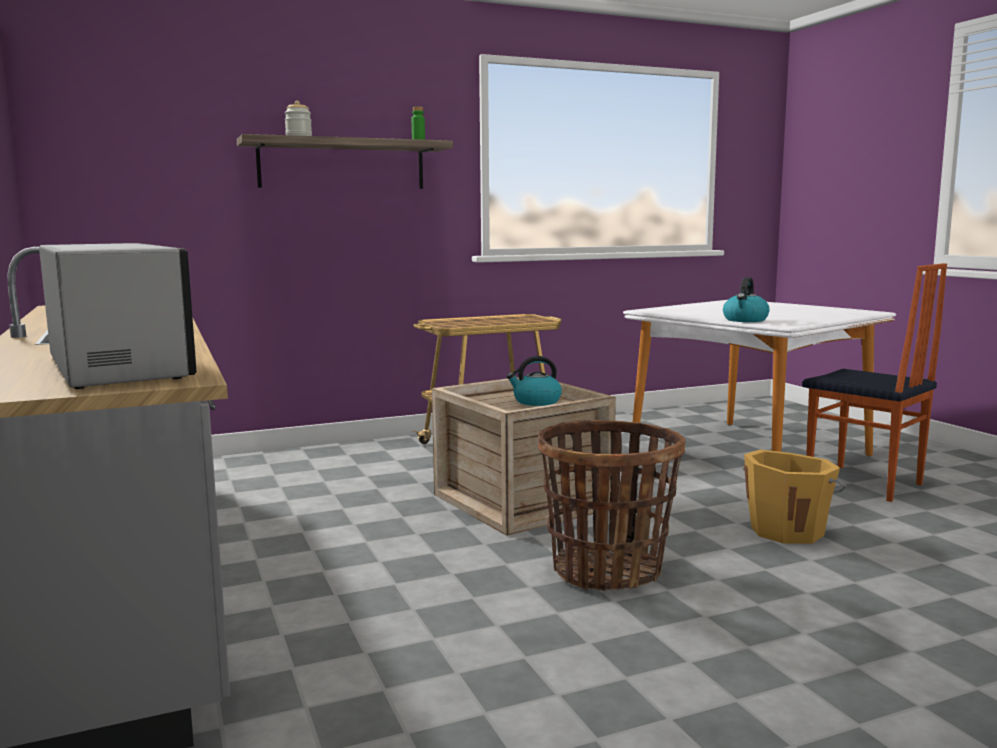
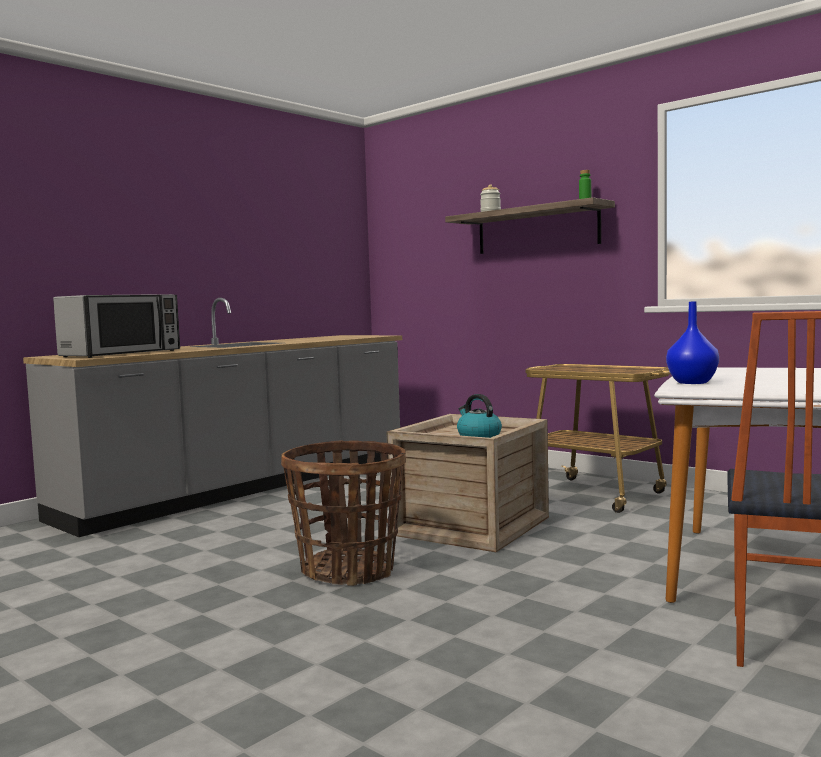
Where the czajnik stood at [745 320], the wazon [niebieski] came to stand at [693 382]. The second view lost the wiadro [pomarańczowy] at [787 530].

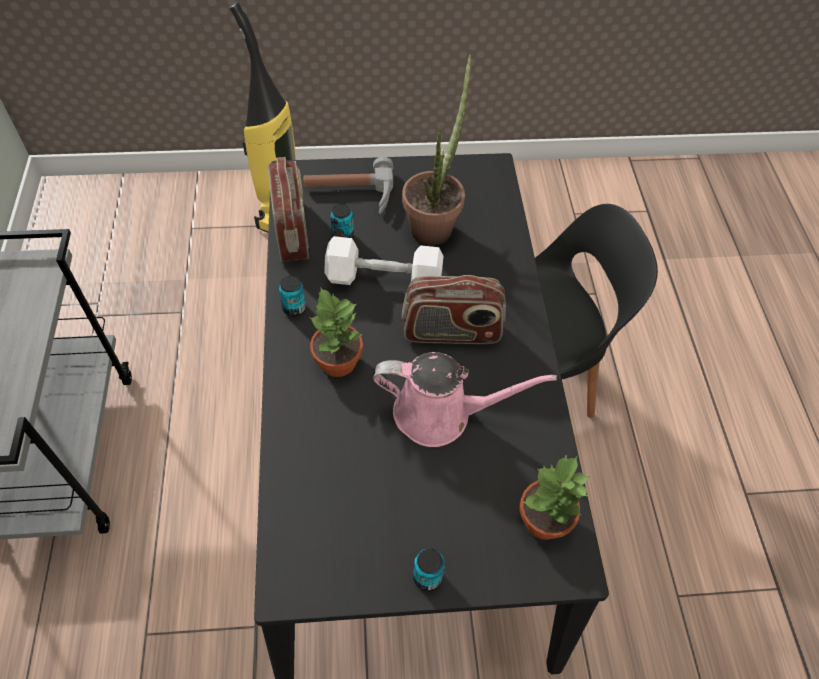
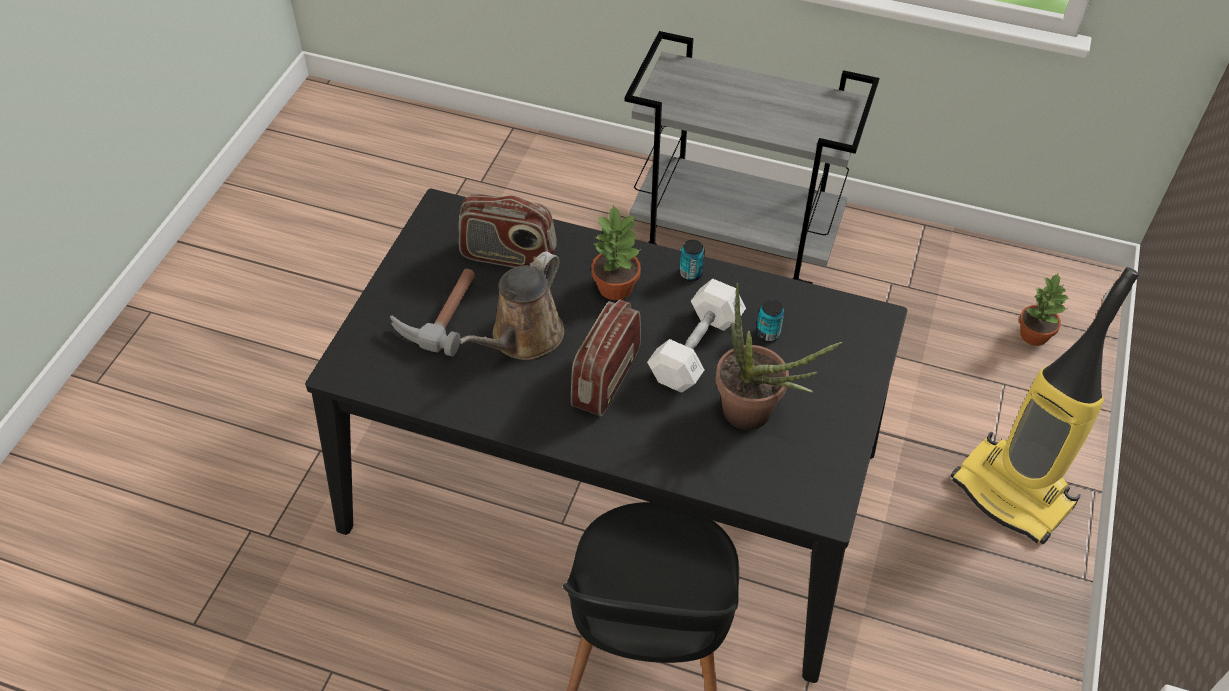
The młotek ended up elsewhere, having gone from [350 195] to [439 314]. The radio ended up elsewhere, having gone from [292 231] to [508 256]. What was the konewka [różowy] at [440 414] turned into the konewka [brązowy] at [523 338]. The roślina doniczkowa ended up elsewhere, having gone from [542 520] to [1033 334]. The second view lost the puszka at [427 576].

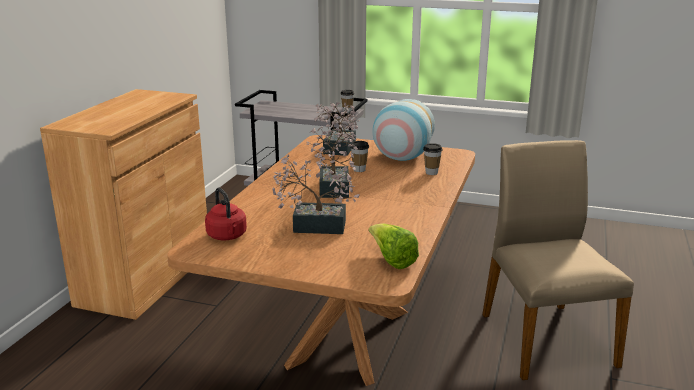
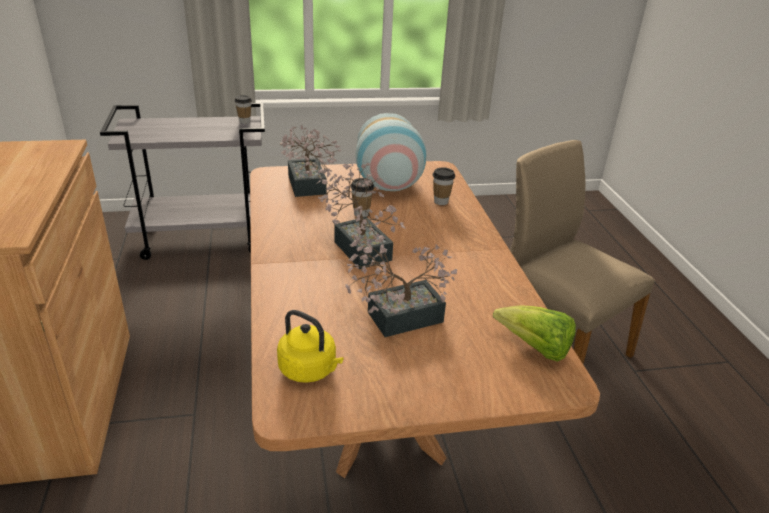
What was the czajnik [czerwony] at [227 236] turned into the czajnik [żółty] at [310 370].

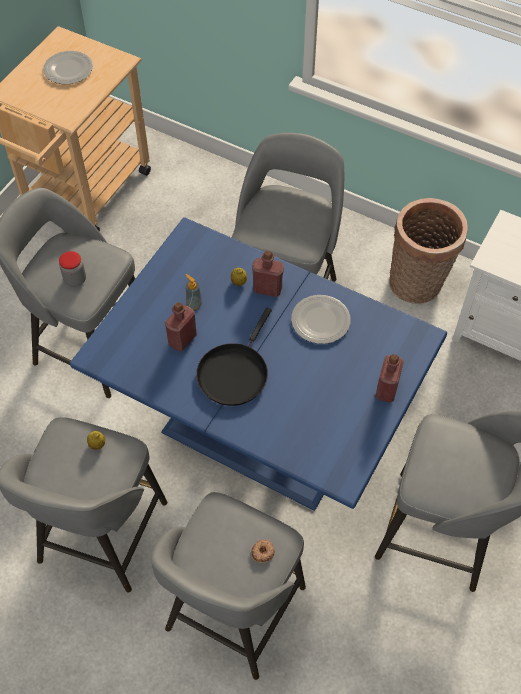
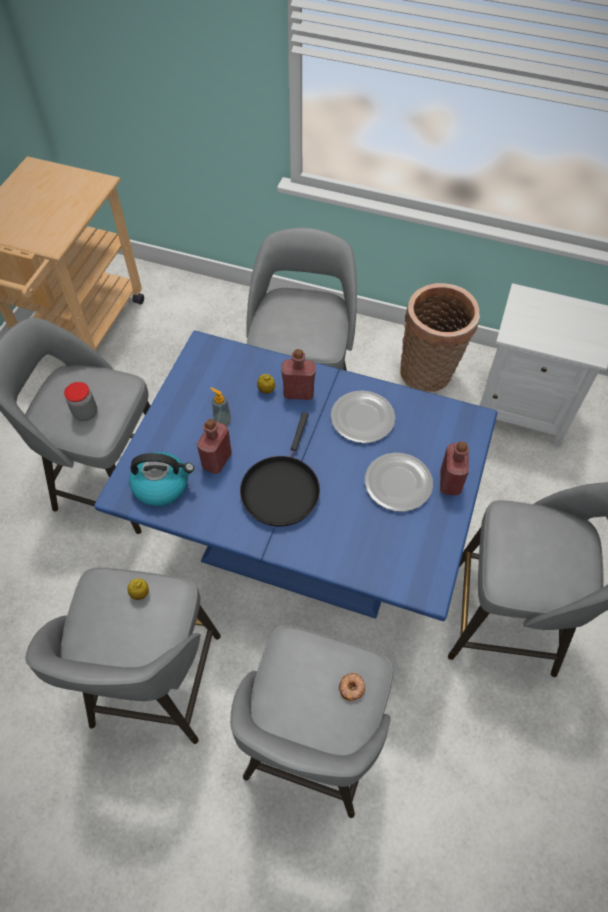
The second view gained the czajnik at [162 485]. The talerz ended up elsewhere, having gone from [68 70] to [398 484].

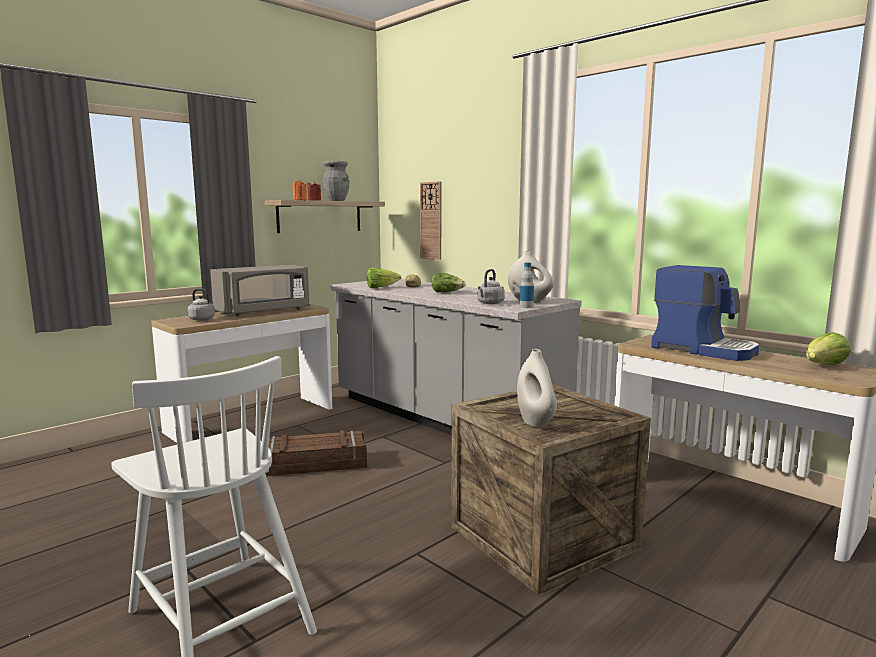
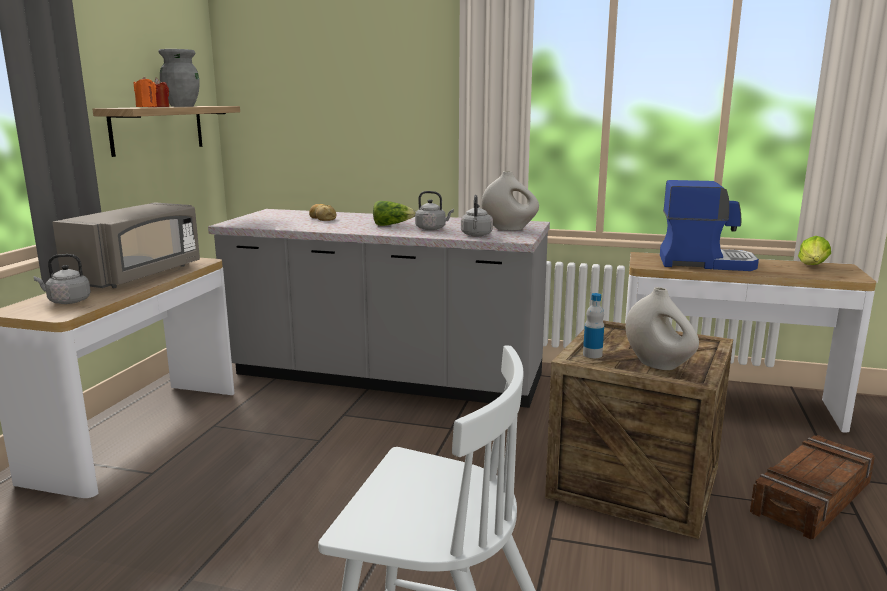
The second view gained the czajnik [szary] at [432 229]. The butelka ended up elsewhere, having gone from [526 307] to [592 354]. The skrzynka ended up elsewhere, having gone from [314 464] to [810 497]. The second view lost the sałata at [381 288]. The second view lost the zegar ścienny at [431 221].

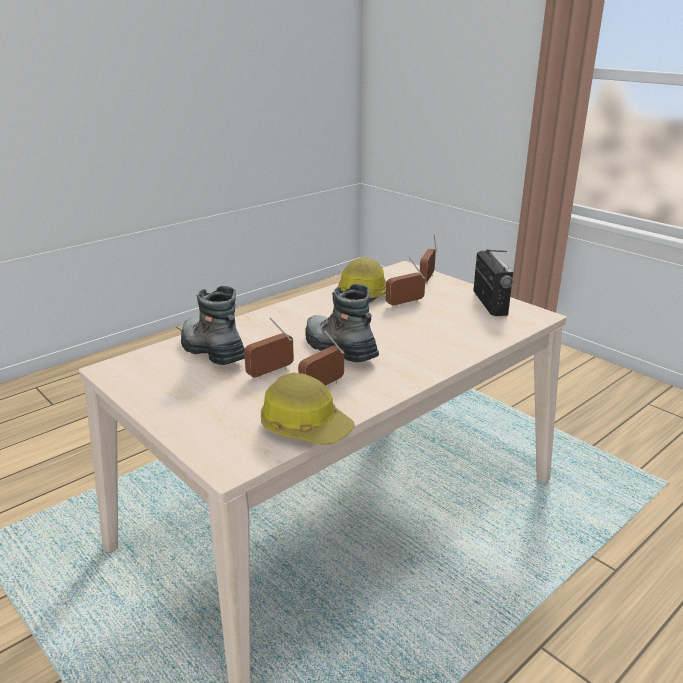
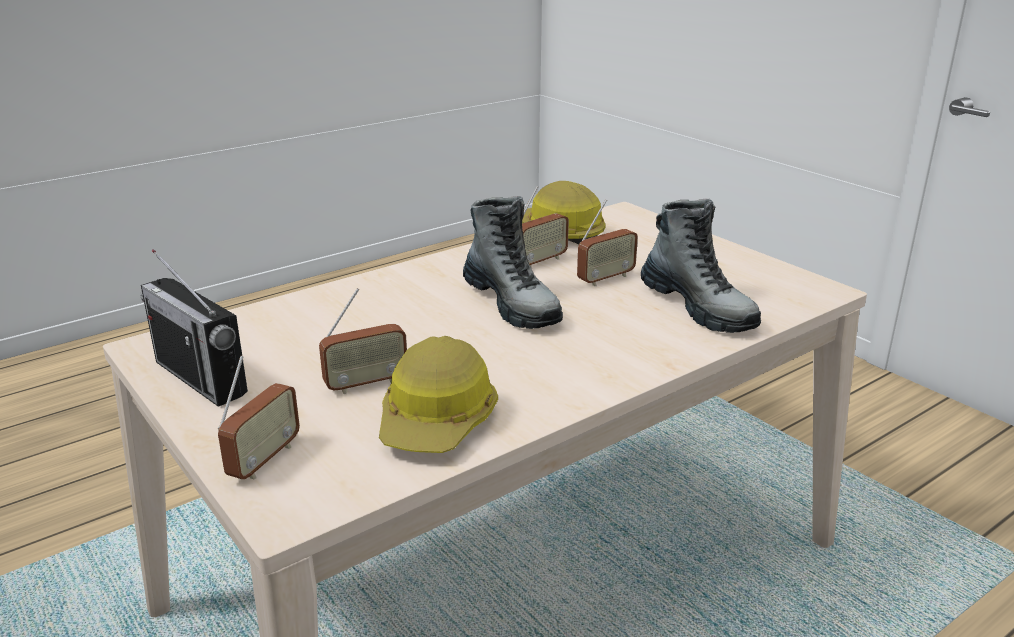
The radio at [490 303] ended up facing another way, 45 degrees counterclockwise from before.

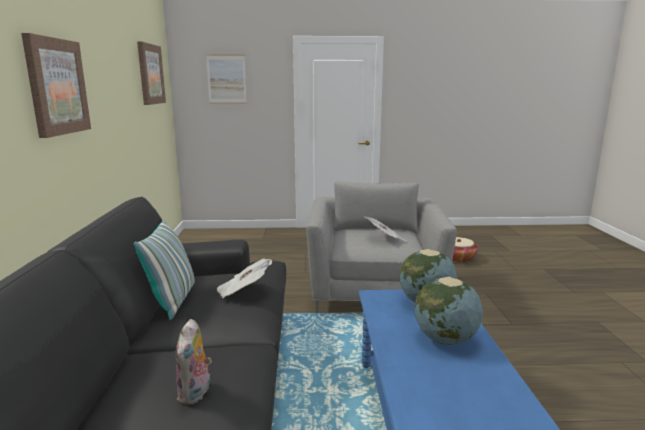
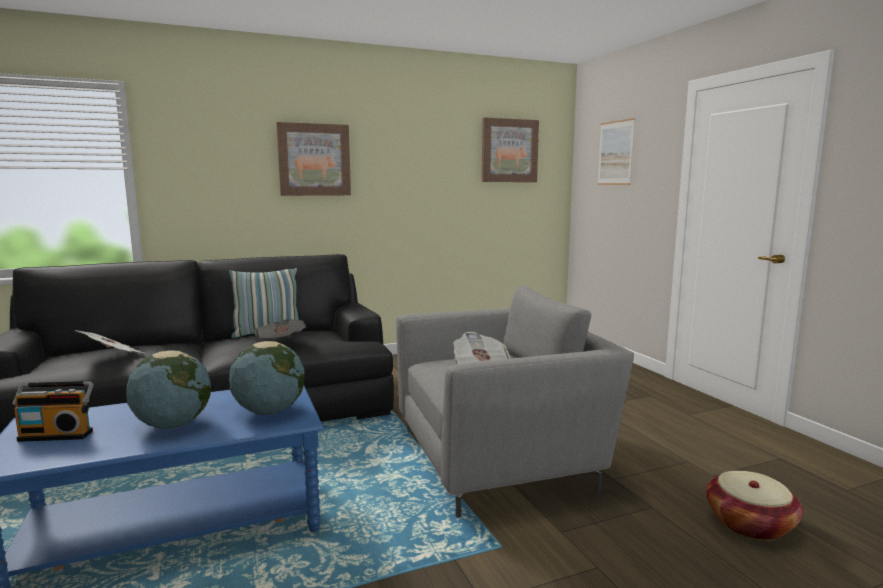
The second view gained the radio at [58 435]. Where the pluszak stood at [196 393], the gazeta came to stand at [113 357].

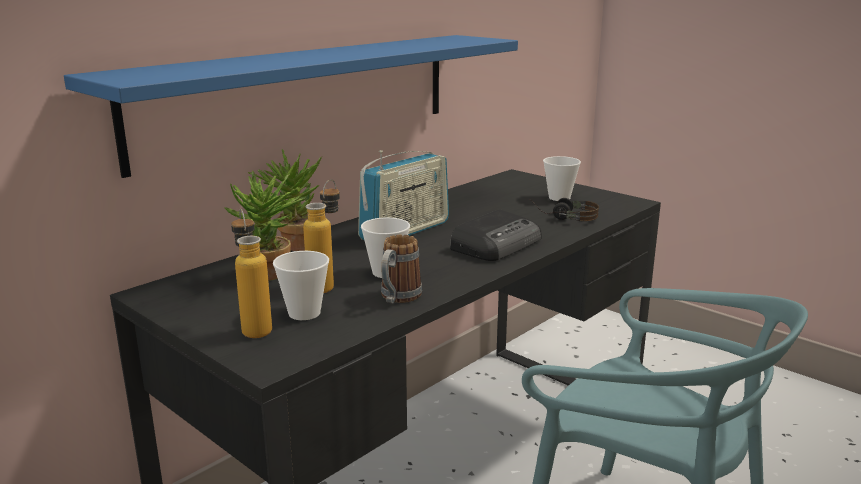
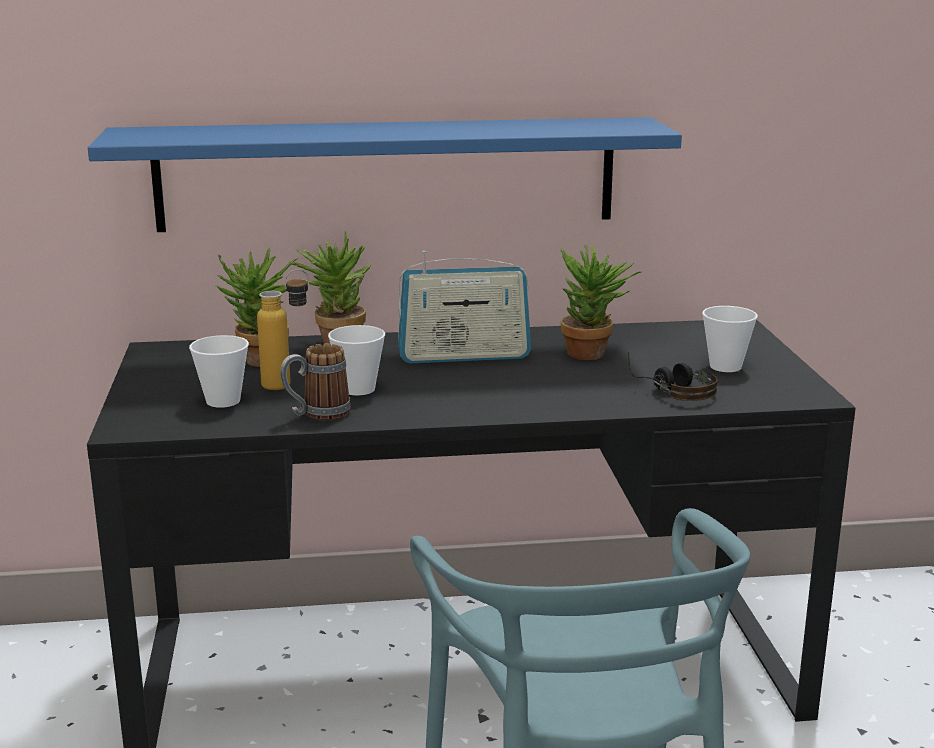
The second view gained the roślina doniczkowa at [593 355]. The second view lost the butelka at [254 327]. The second view lost the radio at [497 244].

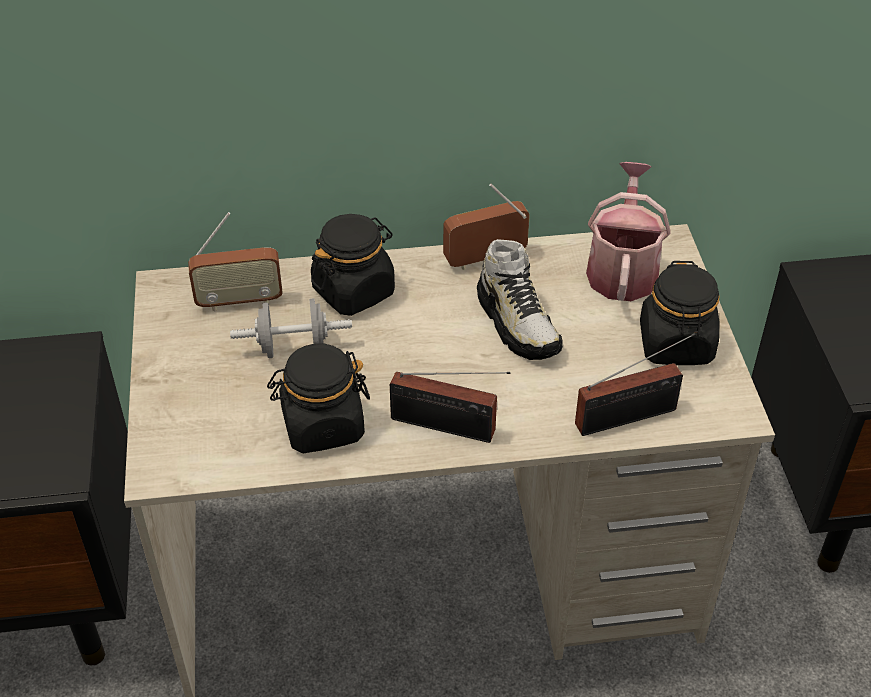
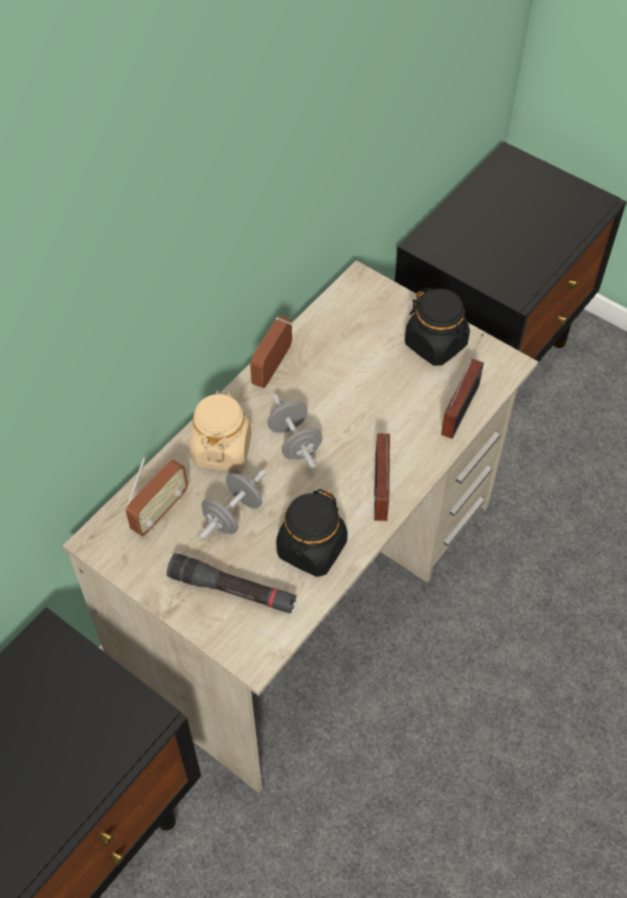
The second view gained the latarka [czarny] at [232 590]. What was the słoik [czarny] at [354 291] turned into the słoik [beżowy] at [222 449]. The second view gained the hantel [szary] at [295 442]. The radio at [448 427] ended up facing another way, 120 degrees clockwise from before. The second view lost the but at [518 323]. The second view lost the konewka at [622 268].

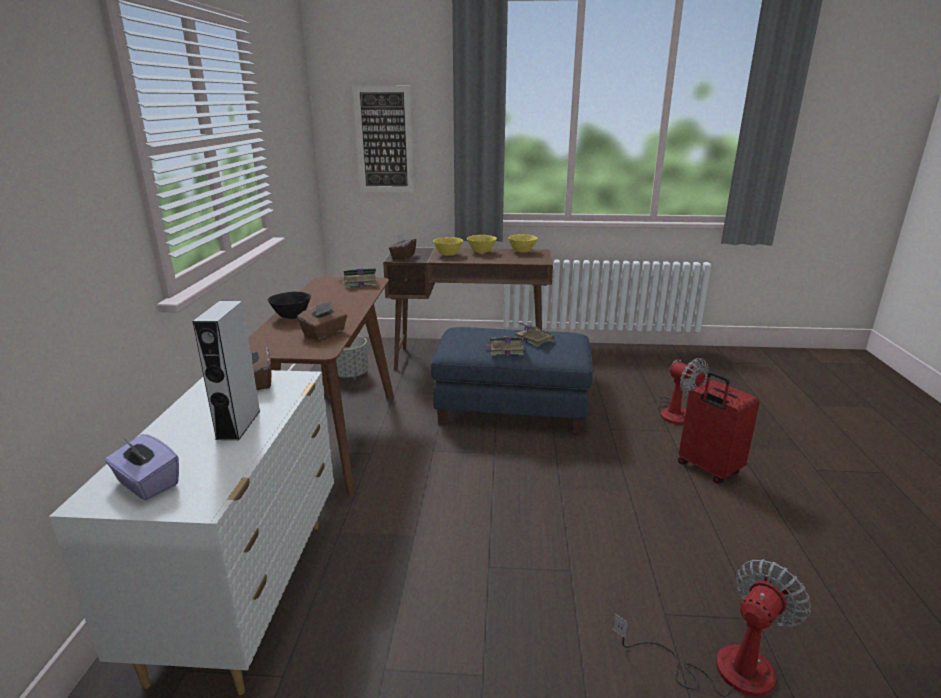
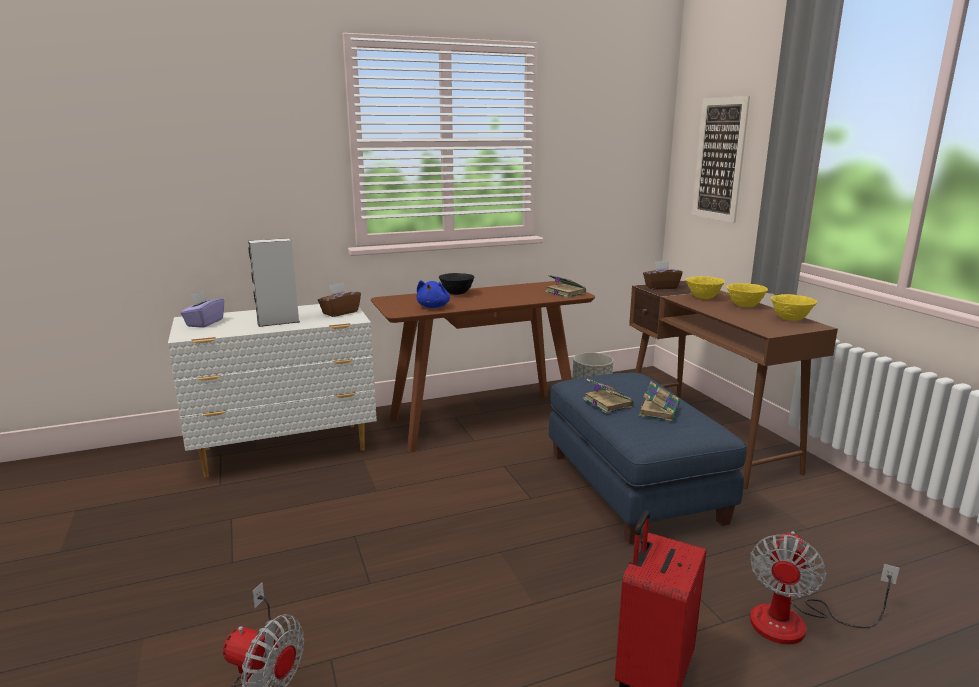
Where the pudełko chusteczek [brązowy] stood at [324 333], the pluszak [niebieski] came to stand at [433 306].

